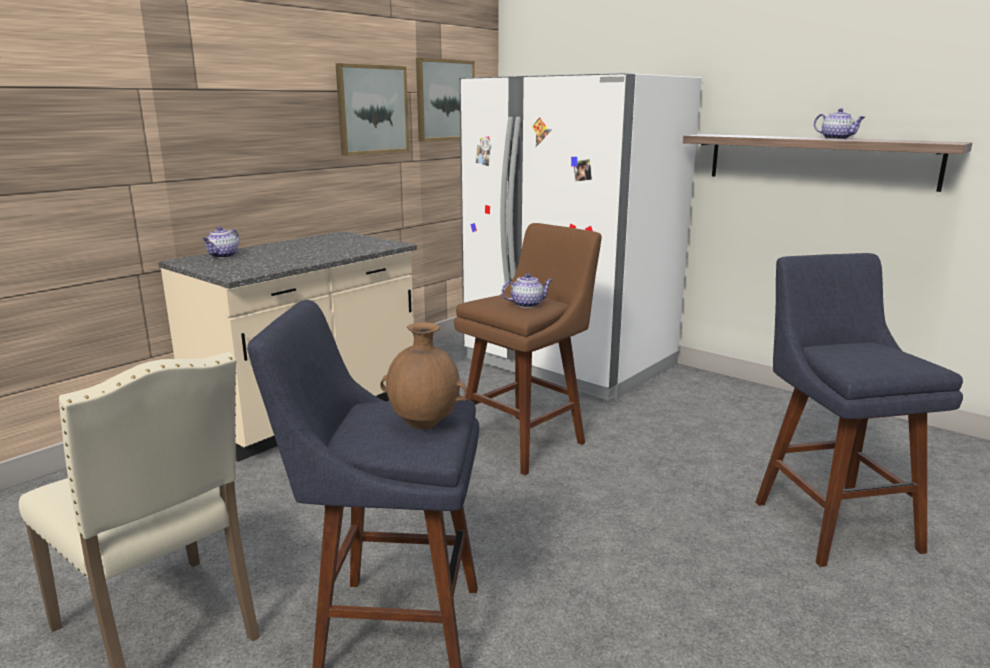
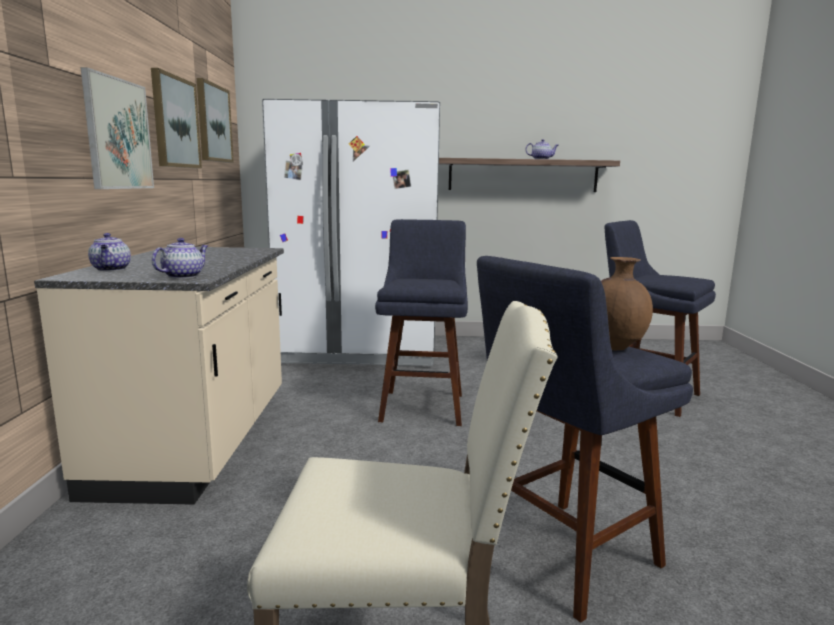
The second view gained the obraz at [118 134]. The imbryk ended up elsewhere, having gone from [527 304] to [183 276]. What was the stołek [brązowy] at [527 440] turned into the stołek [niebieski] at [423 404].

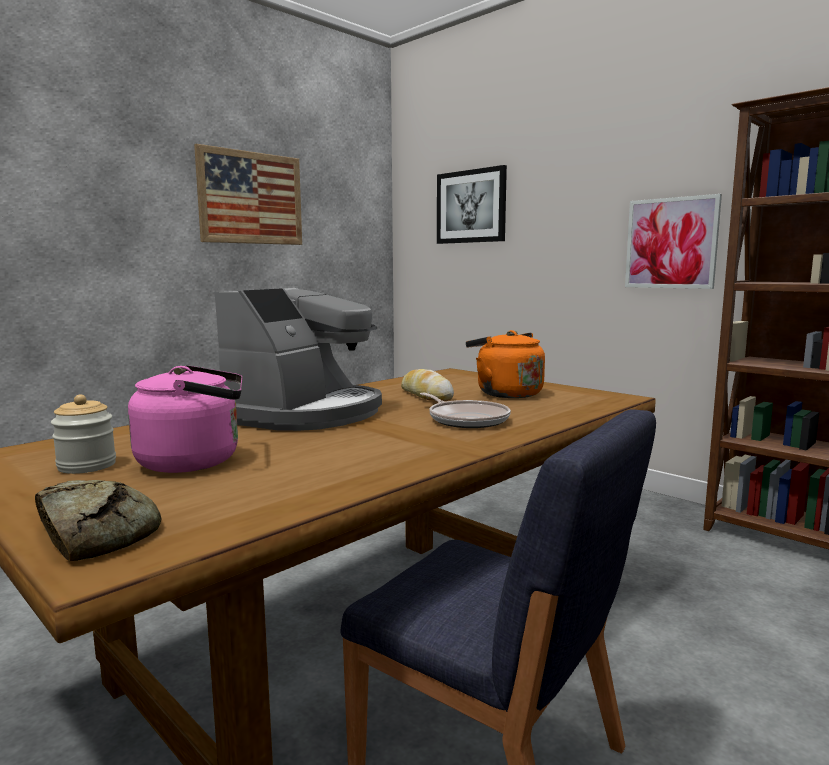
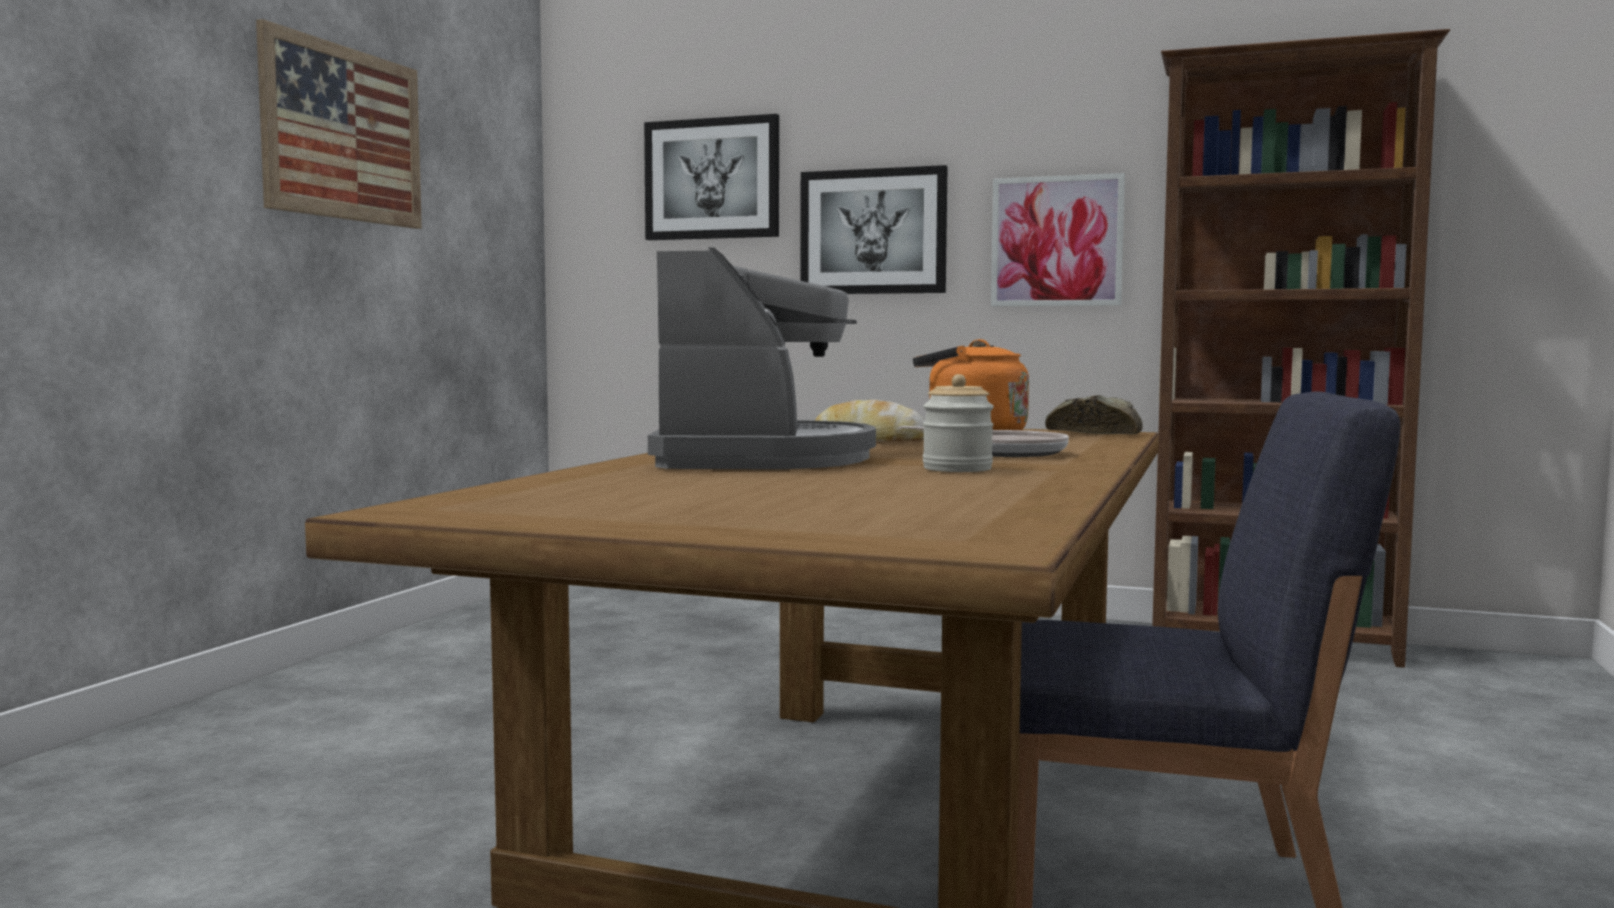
The second view gained the obraz at [873 232]. The słoik ended up elsewhere, having gone from [87 466] to [957 469]. The chleb ended up elsewhere, having gone from [95 533] to [1094 433]. The second view lost the czajnik [różowy] at [196 461].

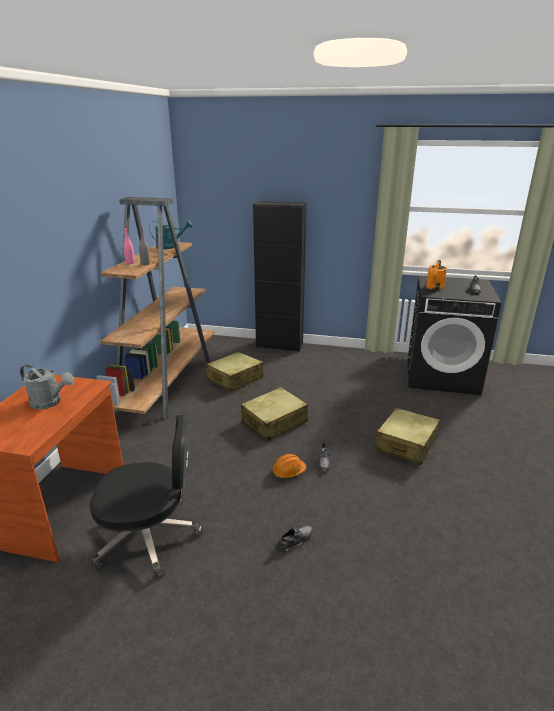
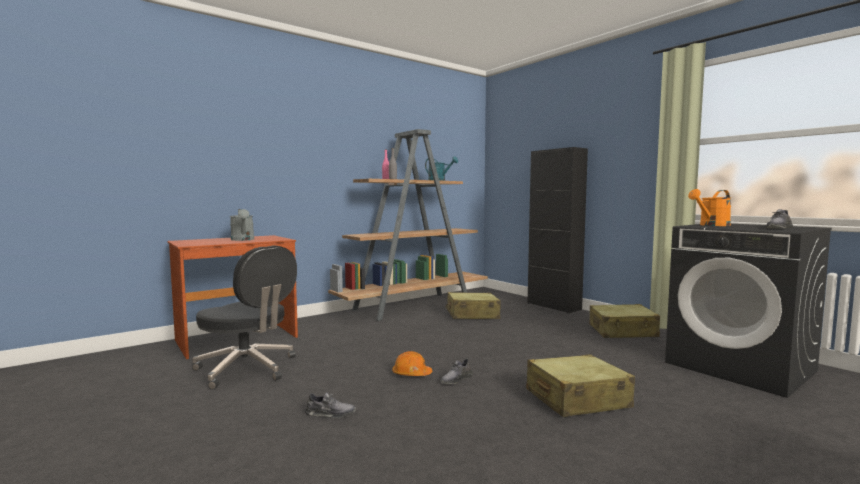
The walizka [beżowy] ended up elsewhere, having gone from [274 422] to [622 331].

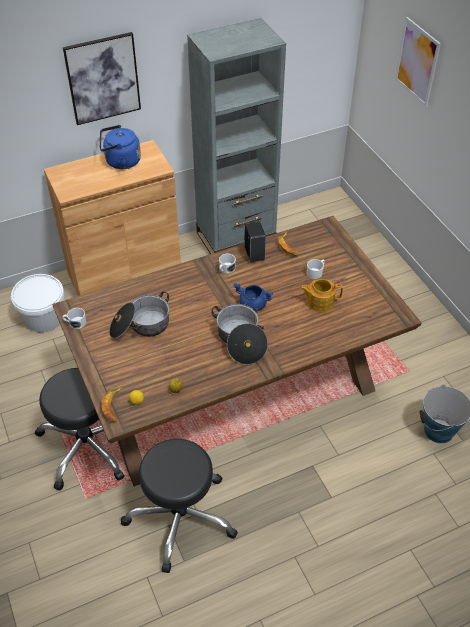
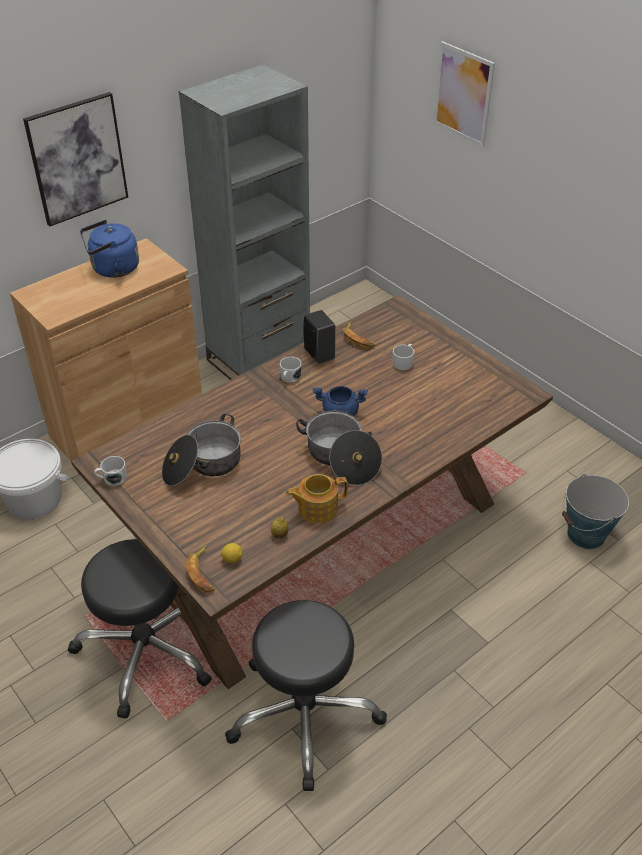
The imbryk ended up elsewhere, having gone from [319 302] to [317 508].

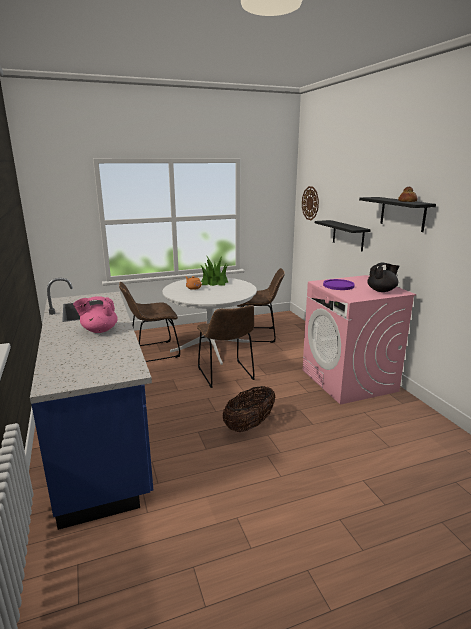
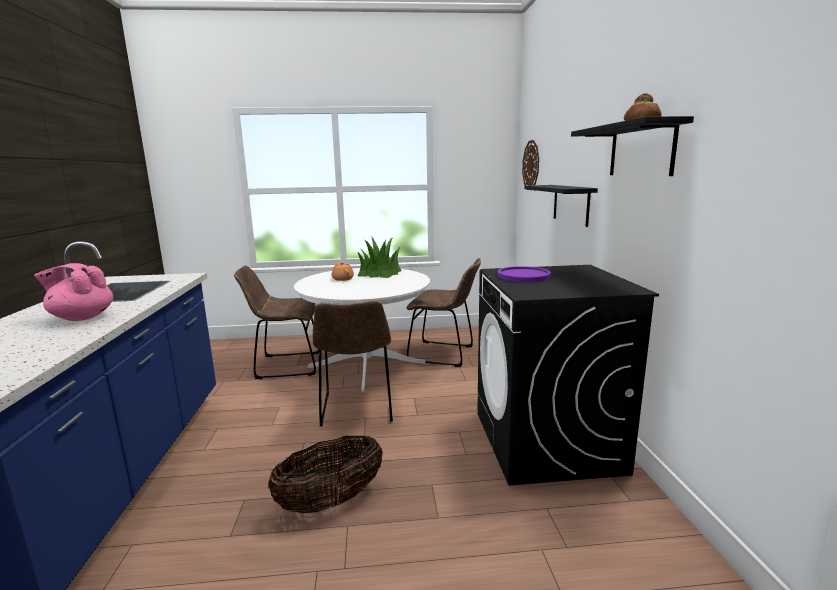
What was the pralka [różowy] at [349 380] turned into the pralka [czarny] at [547 442]. The second view lost the imbryk [czarny] at [382 290].

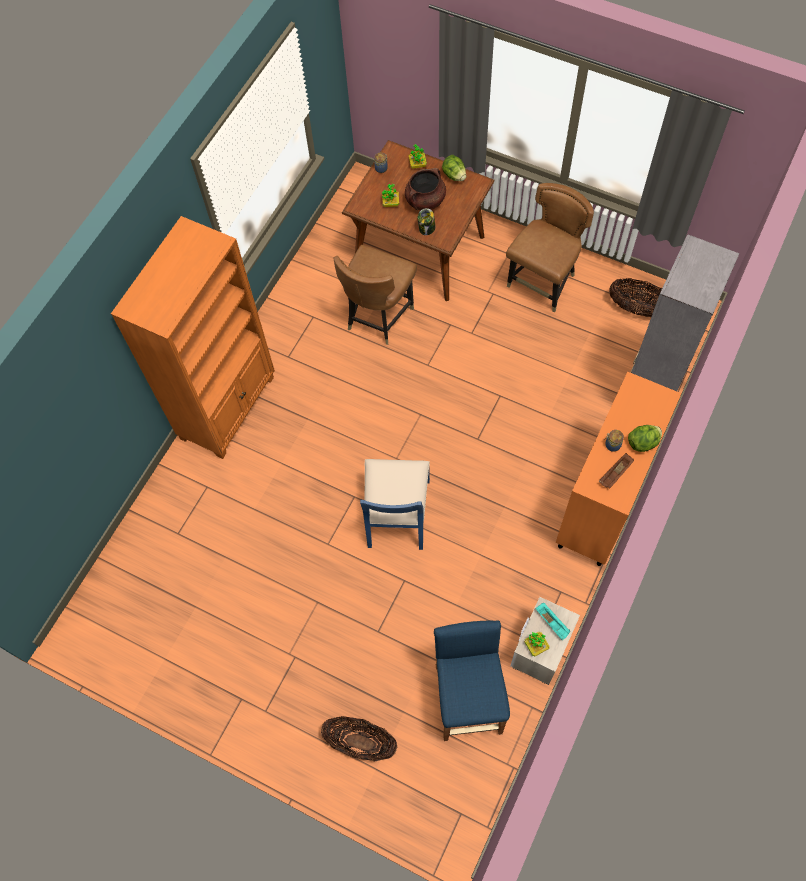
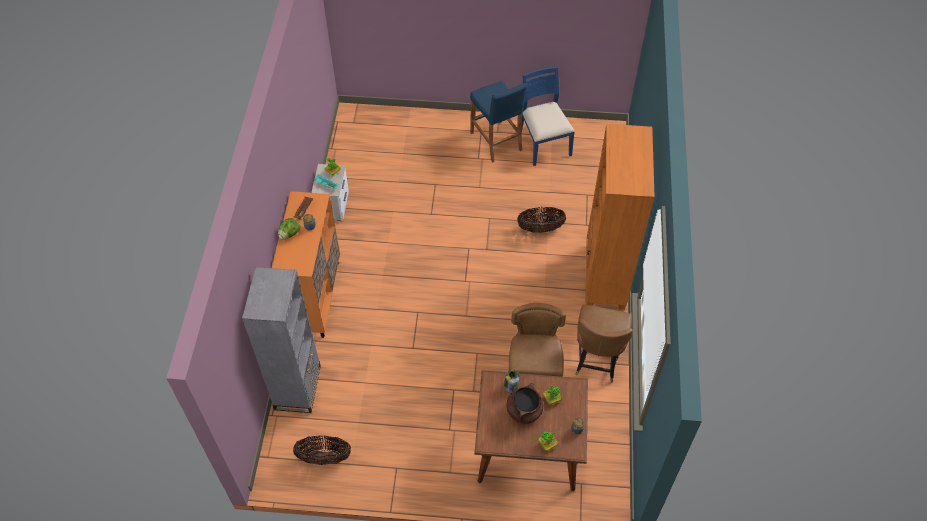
The stołek [niebieski] ended up elsewhere, having gone from [468 699] to [496 141]. The koszyk ended up elsewhere, having gone from [360 742] to [540 228]. The krzesło [niebieski] ended up elsewhere, having gone from [397 514] to [543 143]. The krzesło [brązowy] ended up elsewhere, having gone from [543 283] to [596 360]. The second view lost the sałata at [454 175].

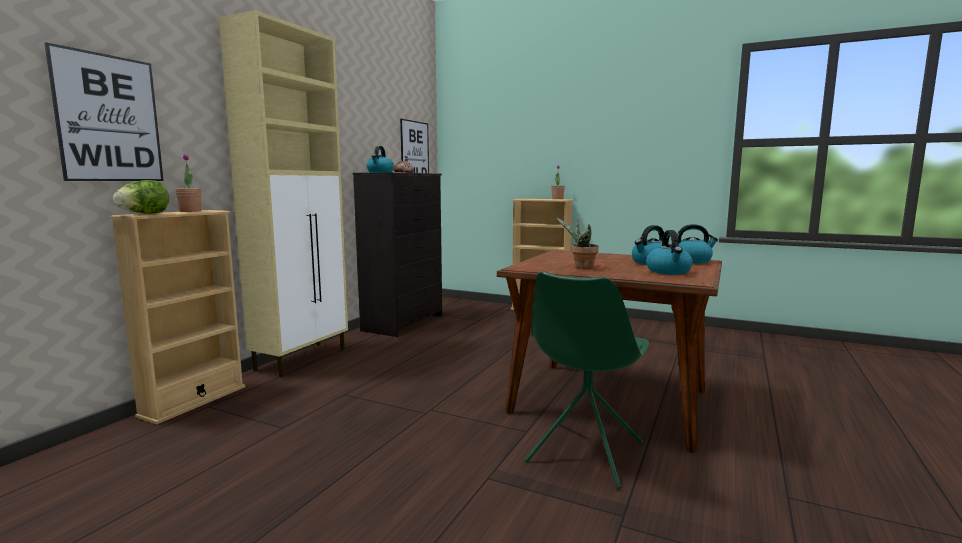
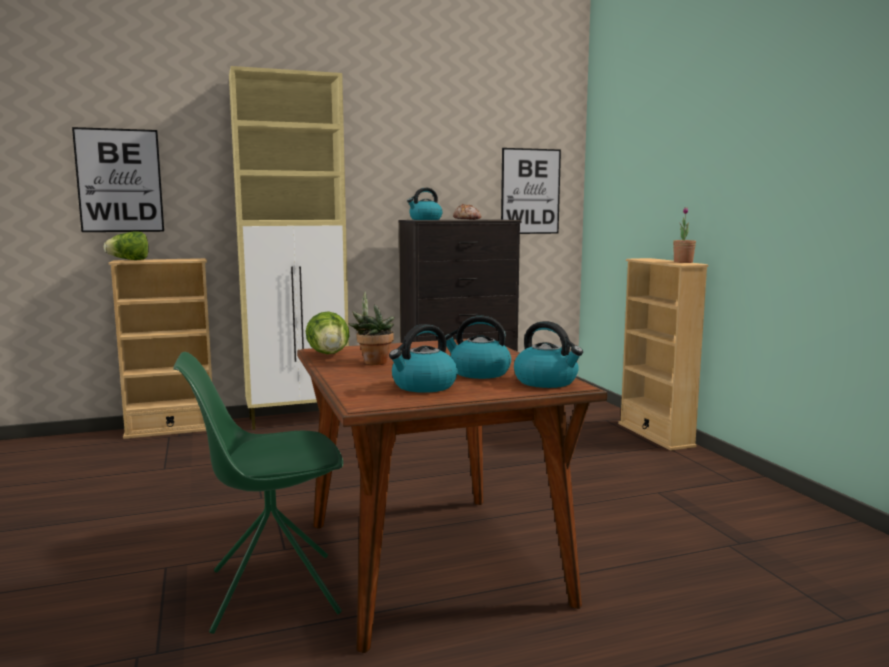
The second view gained the sałata at [330 355]. The second view lost the roślina doniczkowa at [190 211].

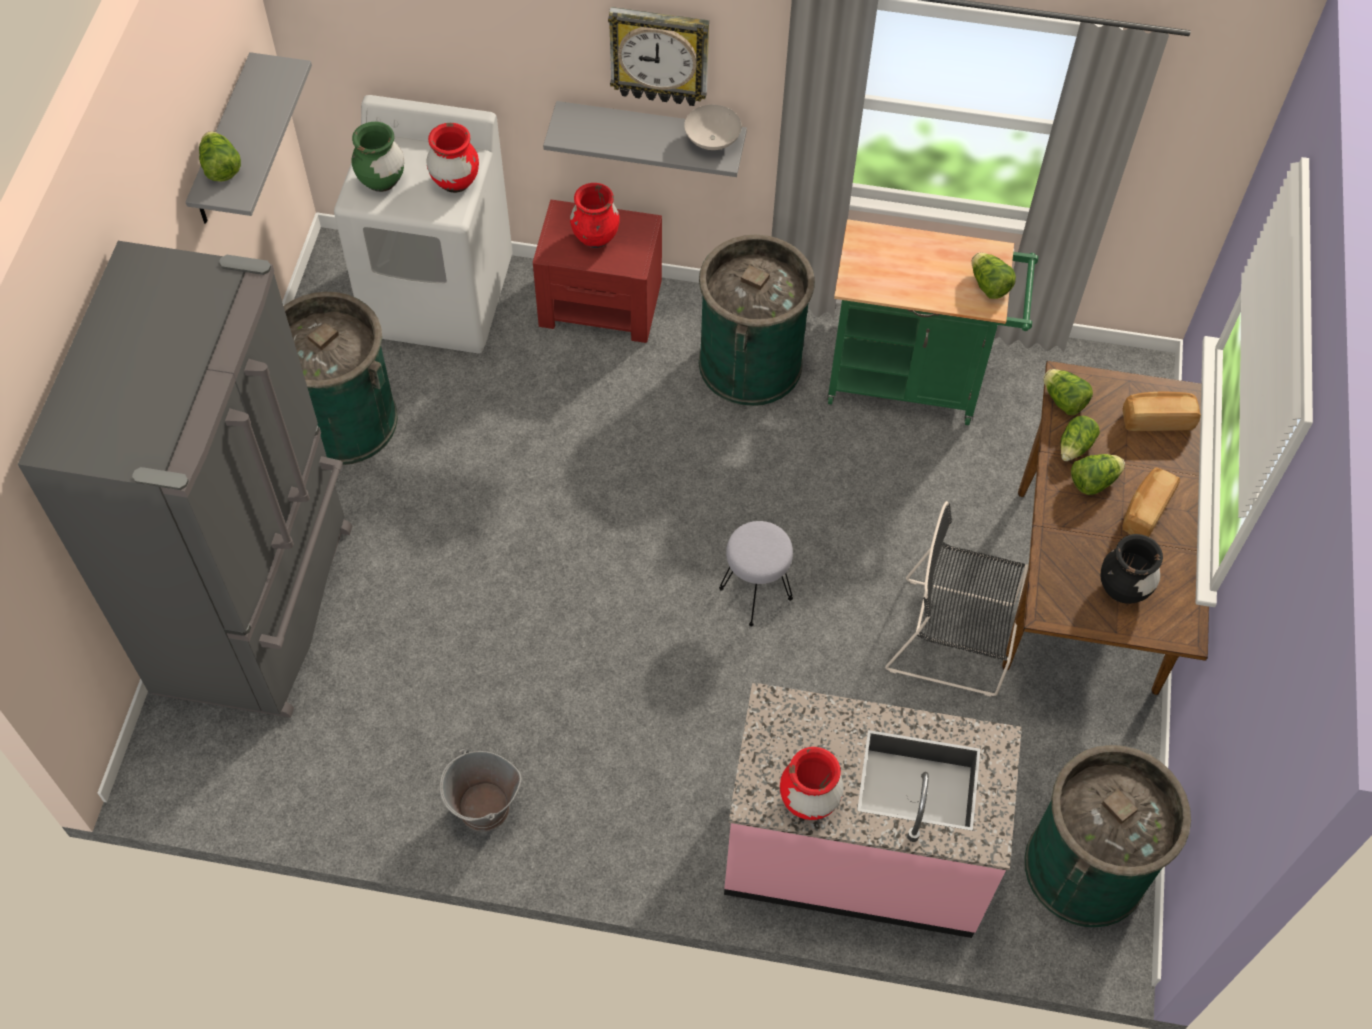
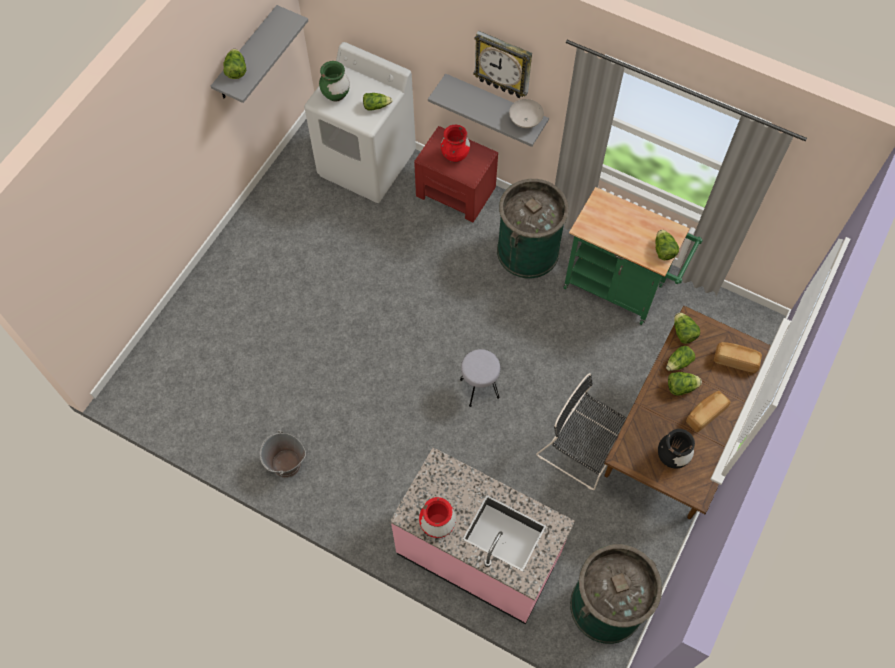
Where the wazon [czerwony] stood at [455 182], the sałata came to stand at [376 106]. The second view lost the lodówka [szary] at [260 608]. The second view lost the kosz na śmieci [zielony] at [344 420].

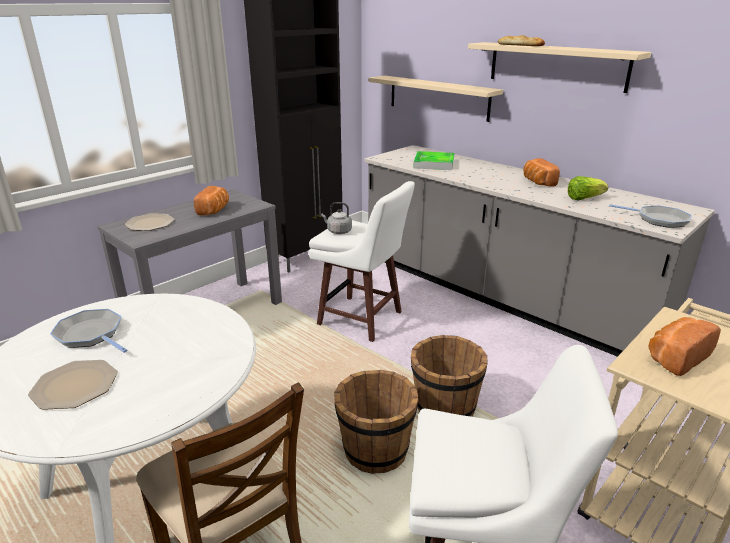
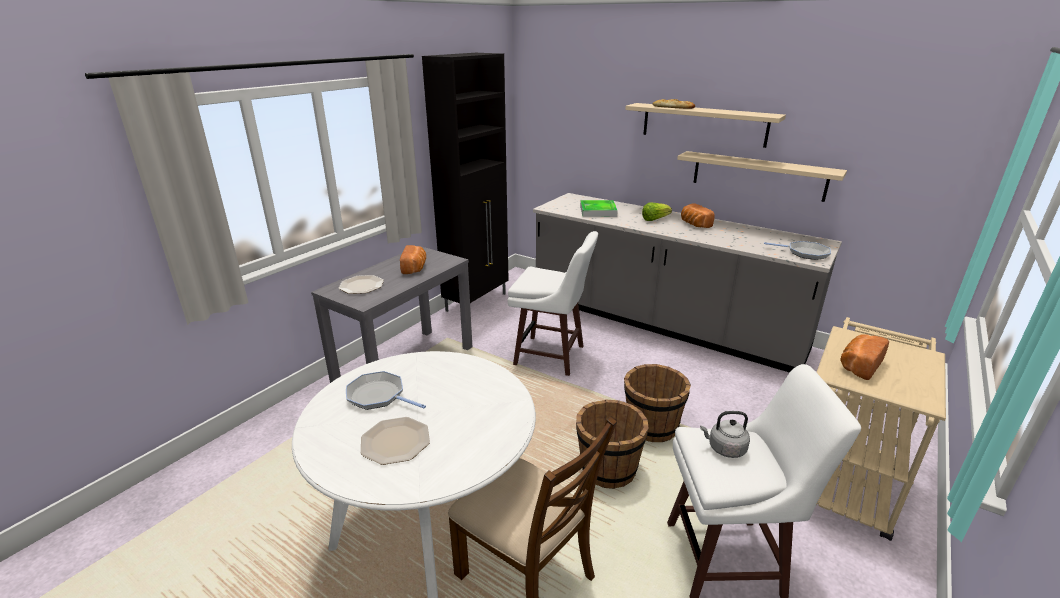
The sałata ended up elsewhere, having gone from [584 198] to [654 219]. The półka [beżowy] ended up elsewhere, having gone from [438 97] to [758 175]. The czajnik [szary] ended up elsewhere, having gone from [338 231] to [724 449].

